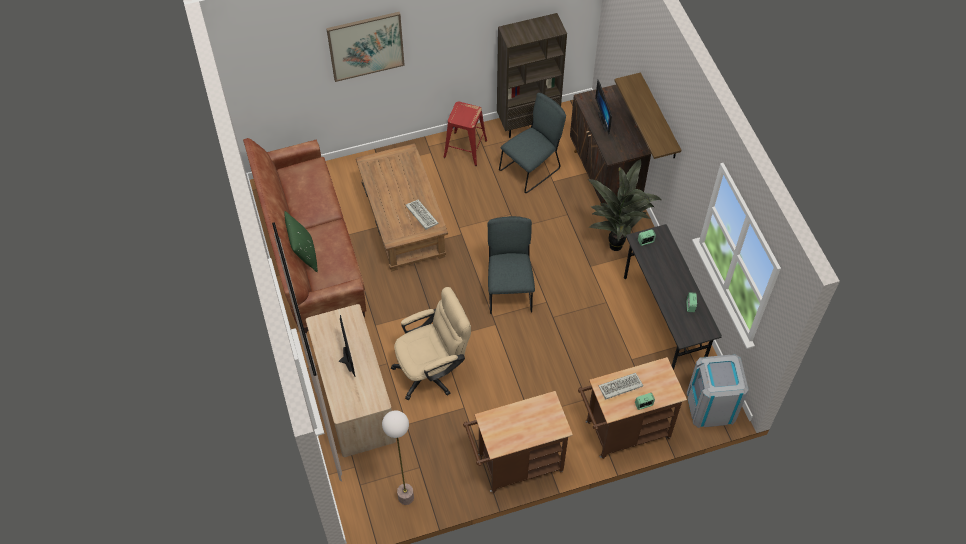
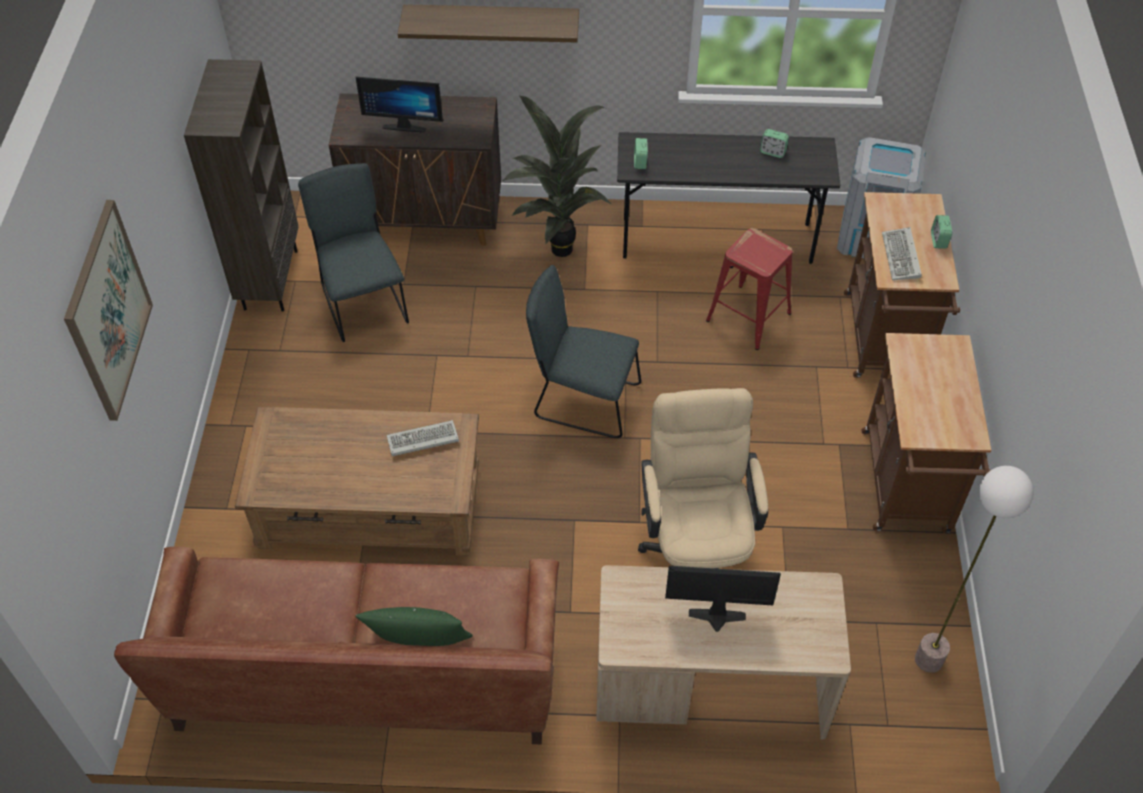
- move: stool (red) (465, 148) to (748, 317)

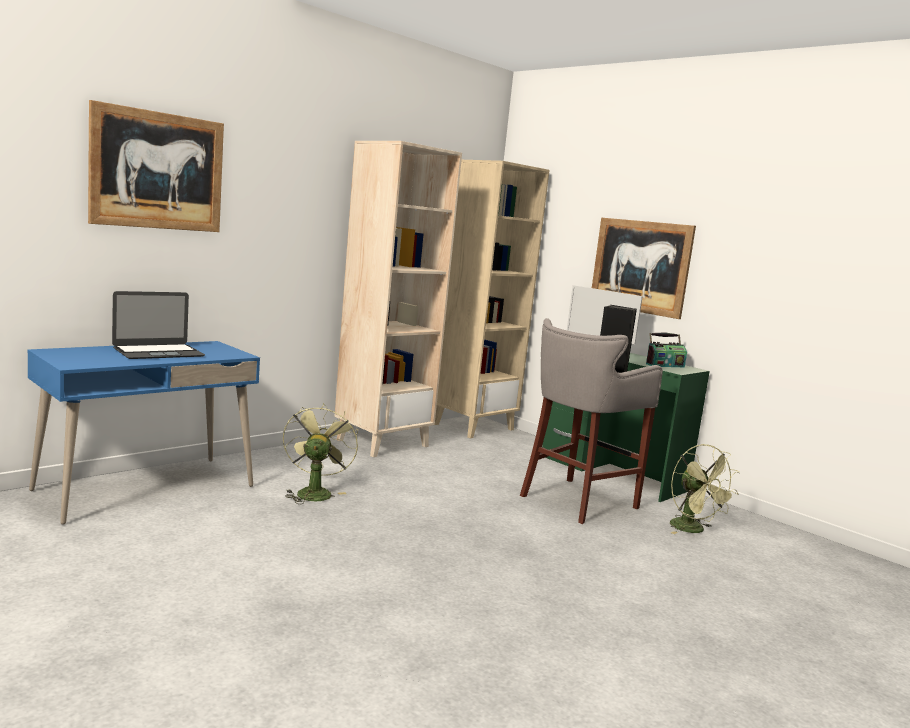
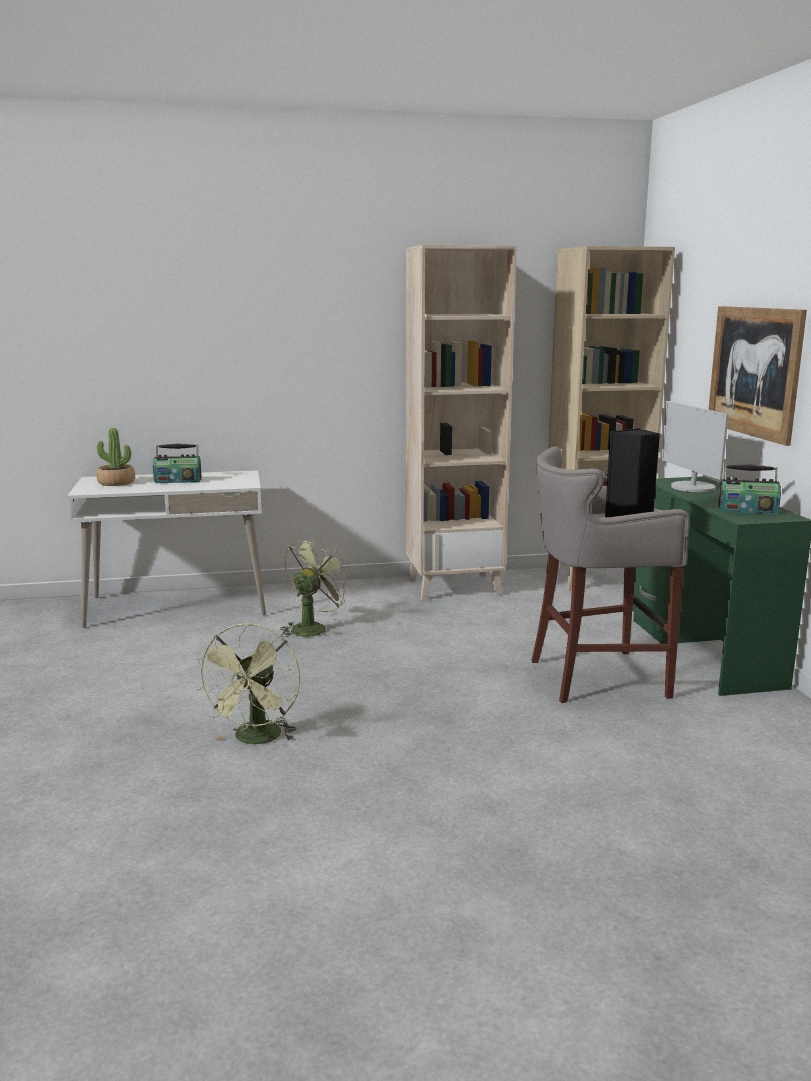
- delete: picture (158, 171)
- insert: potted plant (116, 483)
- move: fan (green) (693, 530) to (256, 740)
- replace: laptop (158, 352) to radio (178, 481)
- recolor: desk (blue) (146, 488) to desk (white) (178, 606)

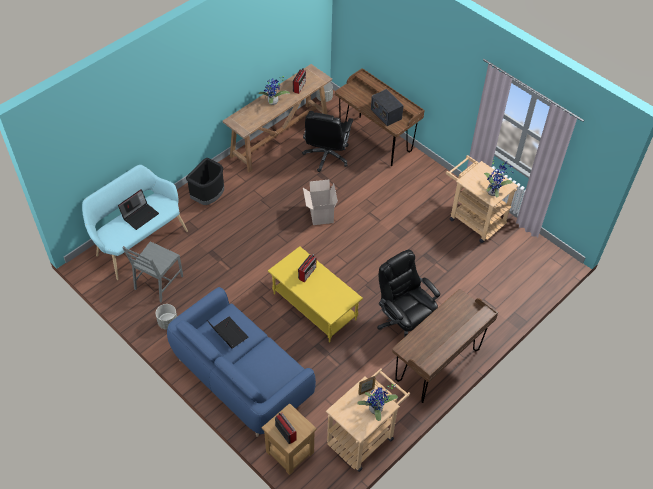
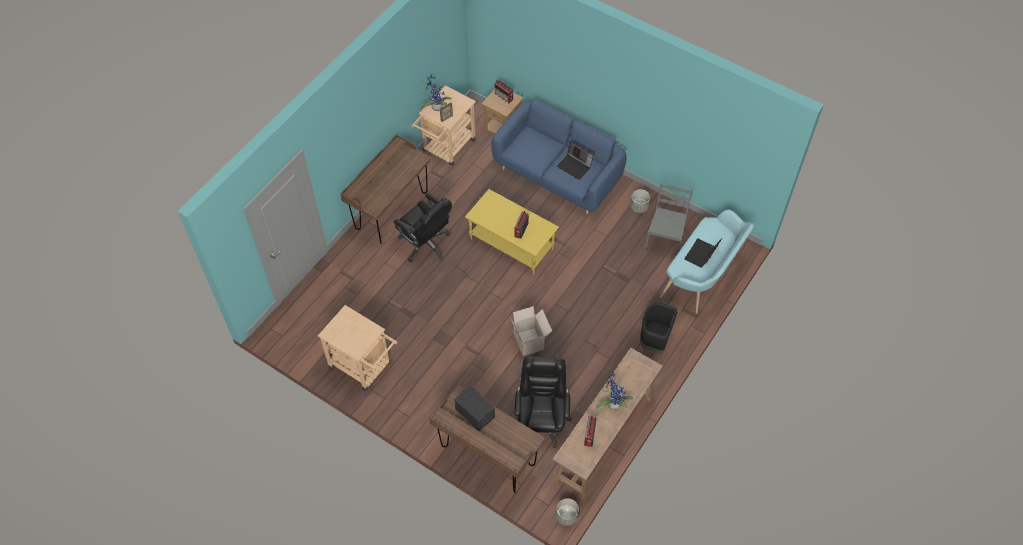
- delete: potted plant (493, 191)

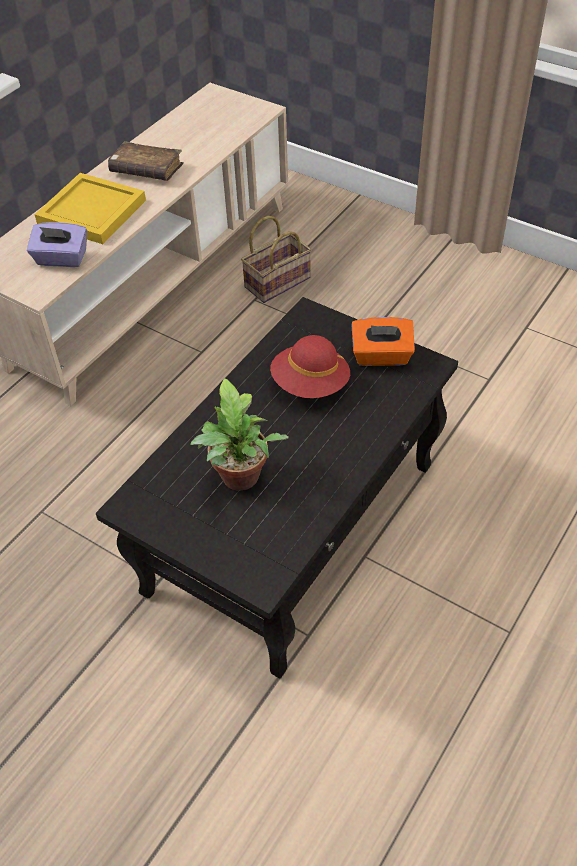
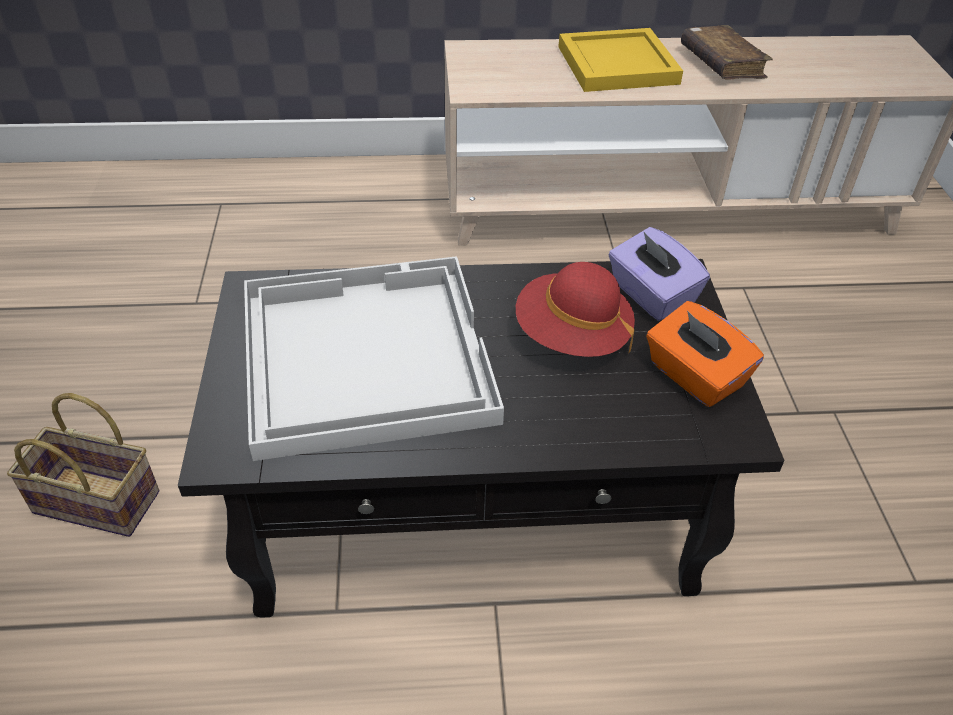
- move: tissue box (purple) (61, 259) to (651, 295)
- move: basket (278, 281) to (101, 501)
- replace: potted plant (241, 480) to tray (white) (363, 354)

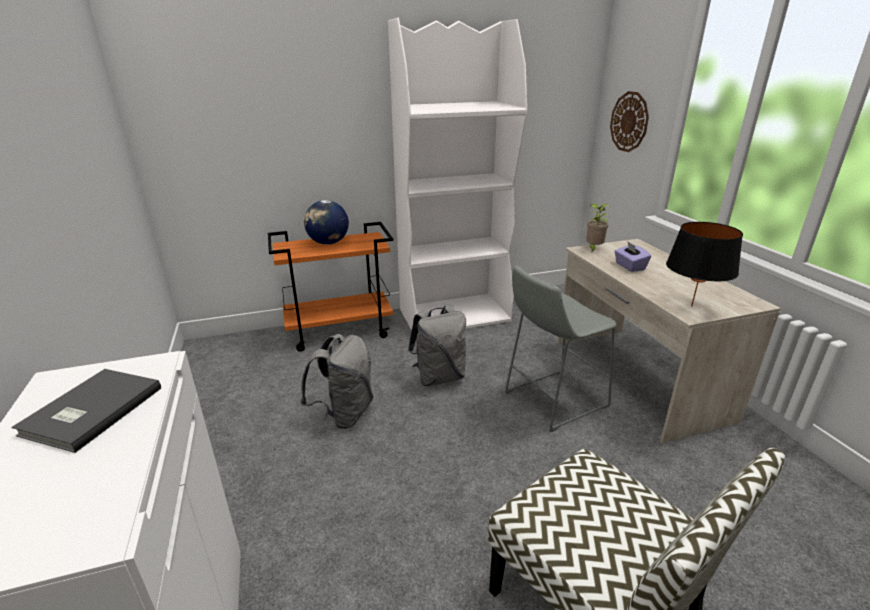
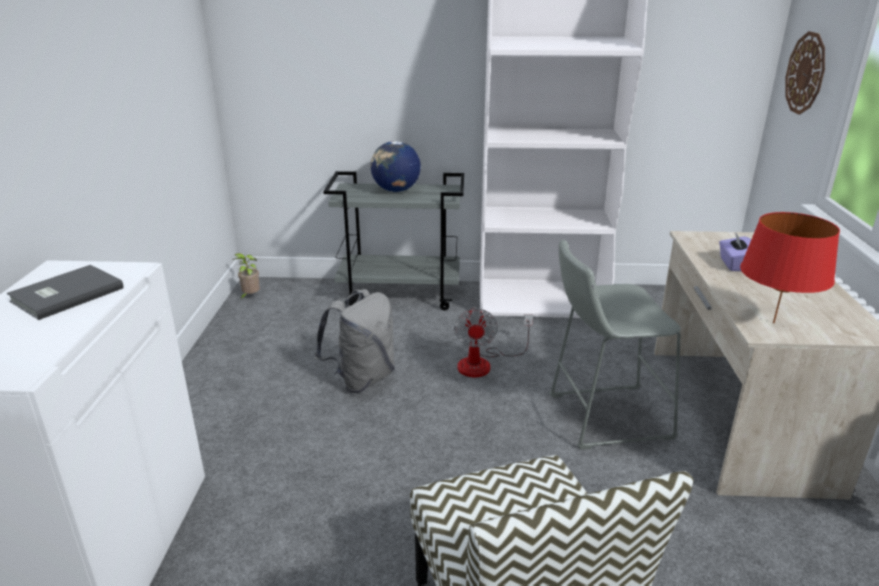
- move: potted plant (593, 249) to (250, 297)
- replace: backpack (grey) (439, 377) to fan (483, 363)
- recolor: cart (orange) (340, 331) to cart (grey) (401, 294)
- recolor: table lamp (black) (691, 306) to table lamp (red) (773, 322)

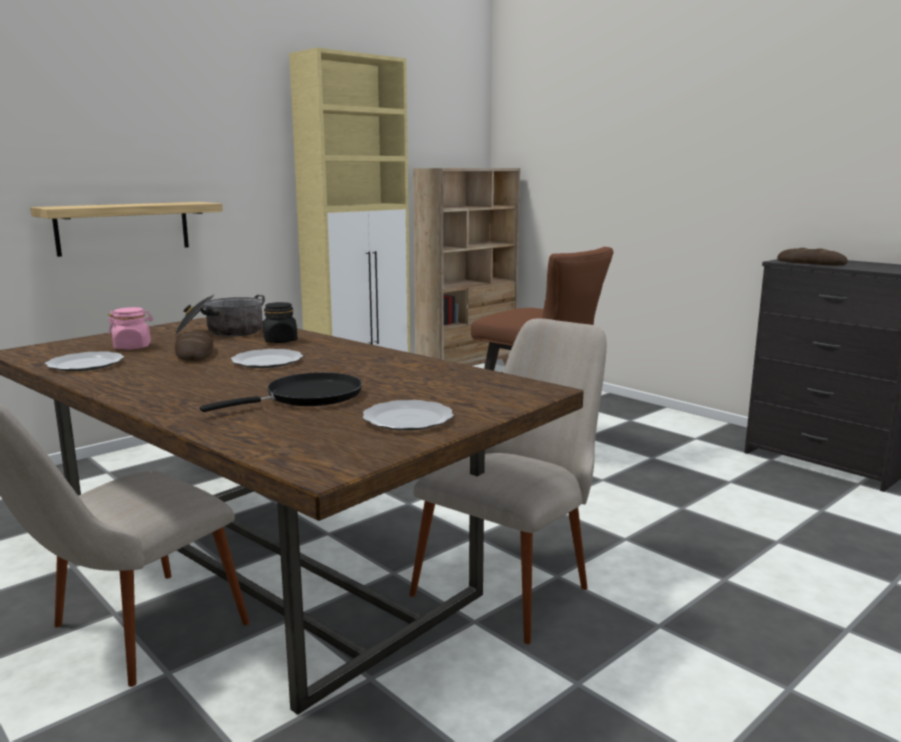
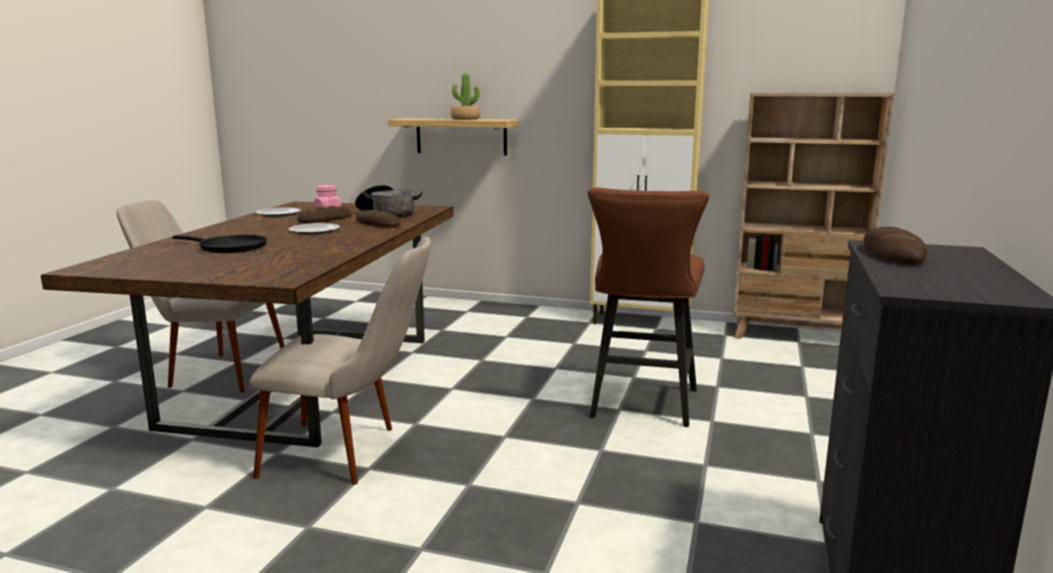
- delete: plate (407, 419)
- insert: potted plant (465, 119)
- replace: jar (black) (280, 341) to bread (378, 224)

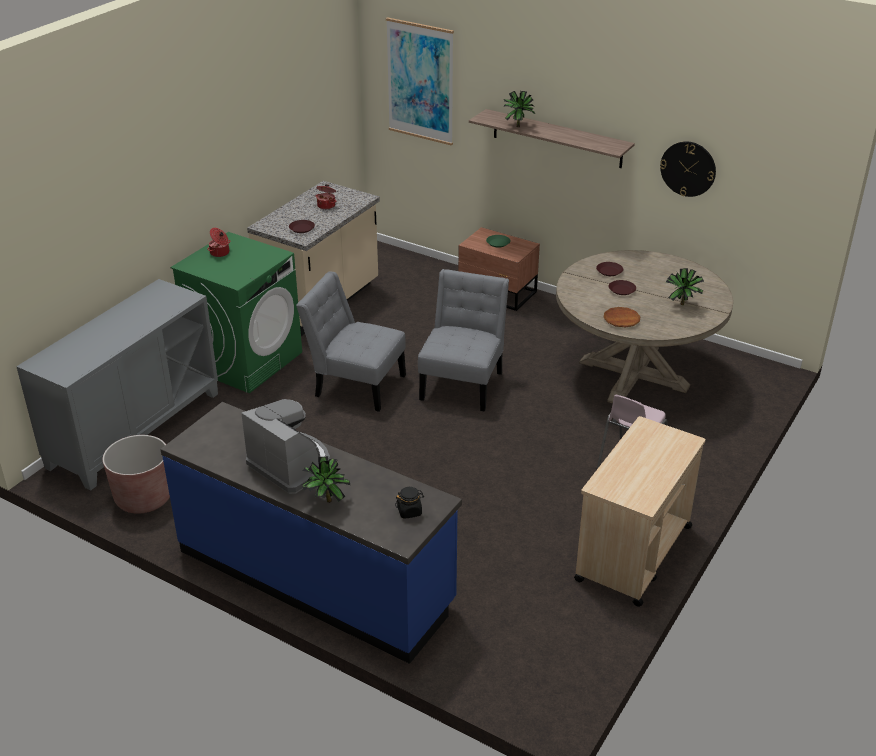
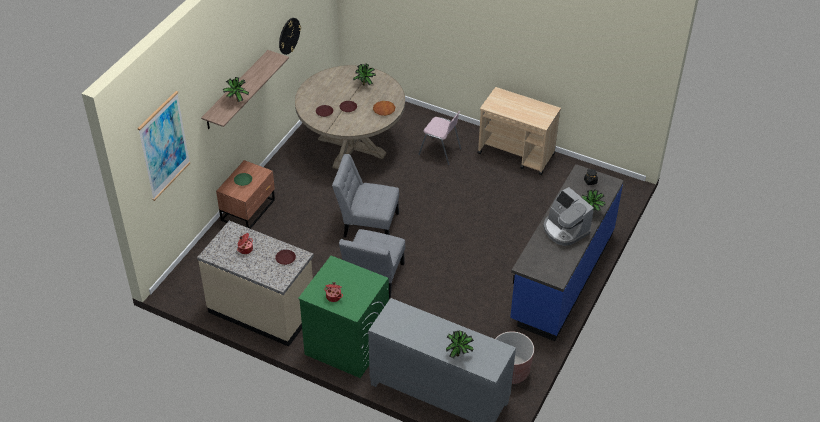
- insert: potted plant (458, 354)
- rotate: coffee machine (291, 465) = (565, 230) 75 degrees counterclockwise

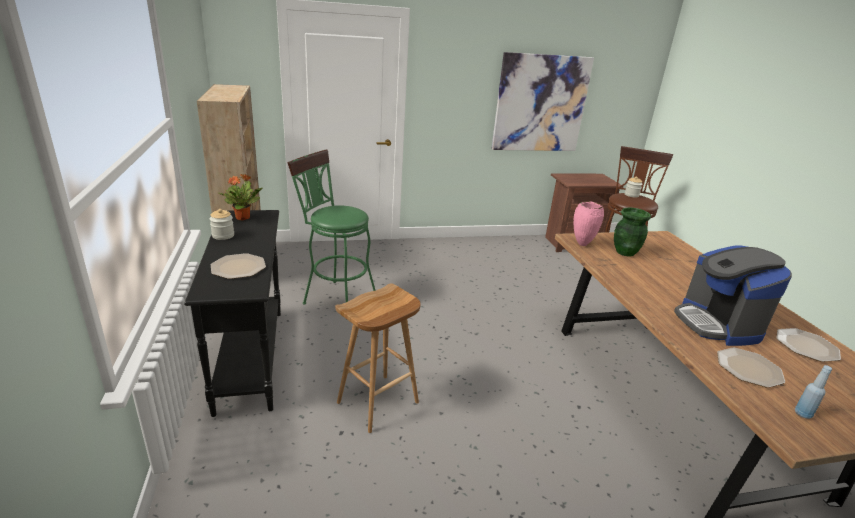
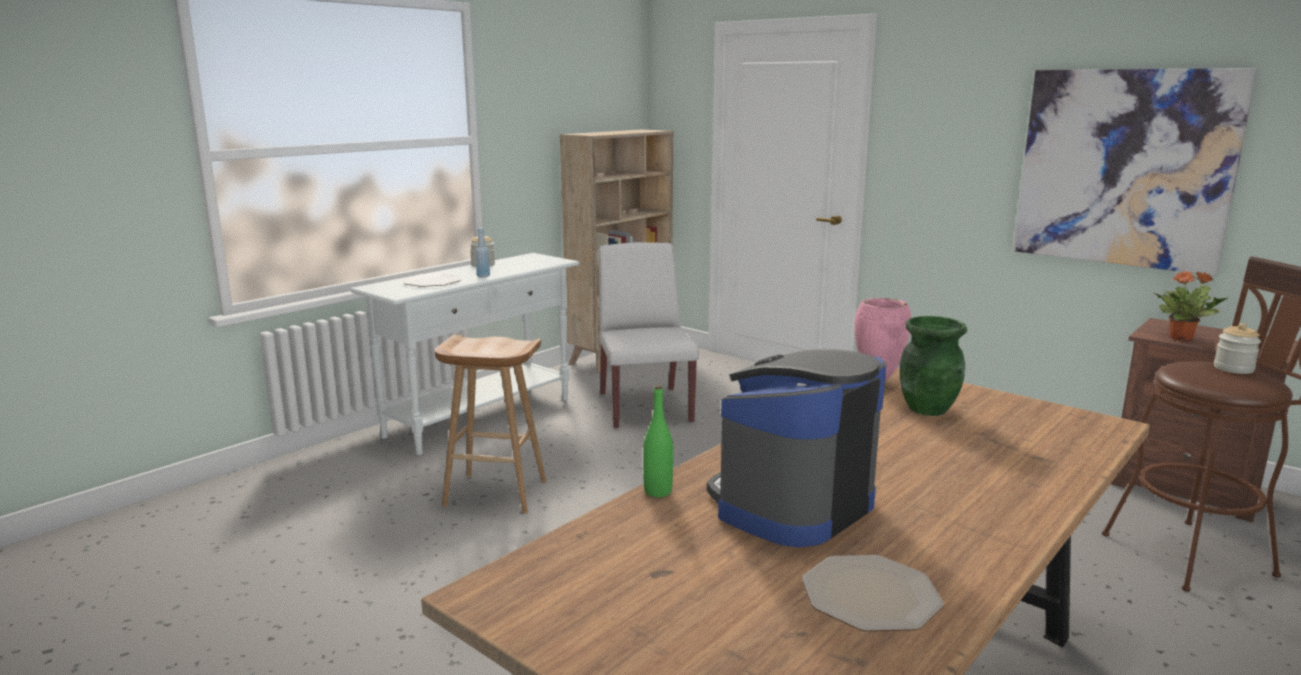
- delete: plate (749, 369)
- insert: bottle (green) (658, 491)
- move: potted plant (243, 217) to (1181, 338)
- move: bottle (blue) (803, 414) to (483, 276)
- replace: stool (green) (335, 297) to chair (white) (645, 407)
- recolor: console table (black) (251, 357) to console table (white) (481, 417)

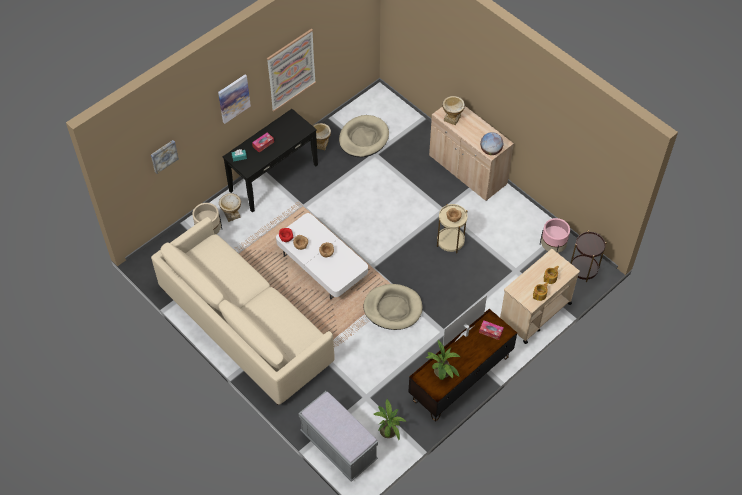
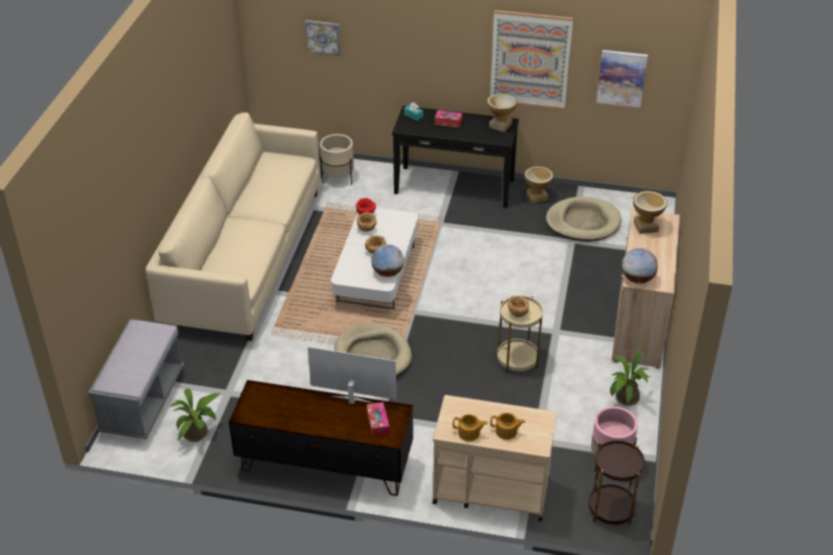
- insert: globe (387, 273)
- move: picture (233, 98) to (621, 78)
- move: vase (232, 214) to (500, 125)
- move: potted plant (442, 373) to (624, 400)

